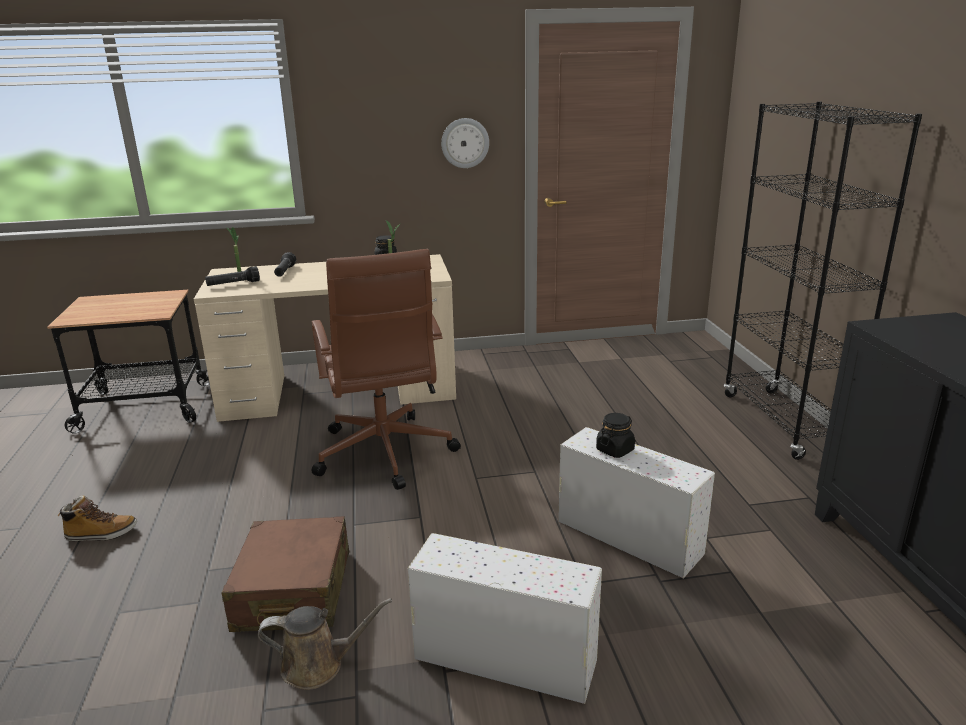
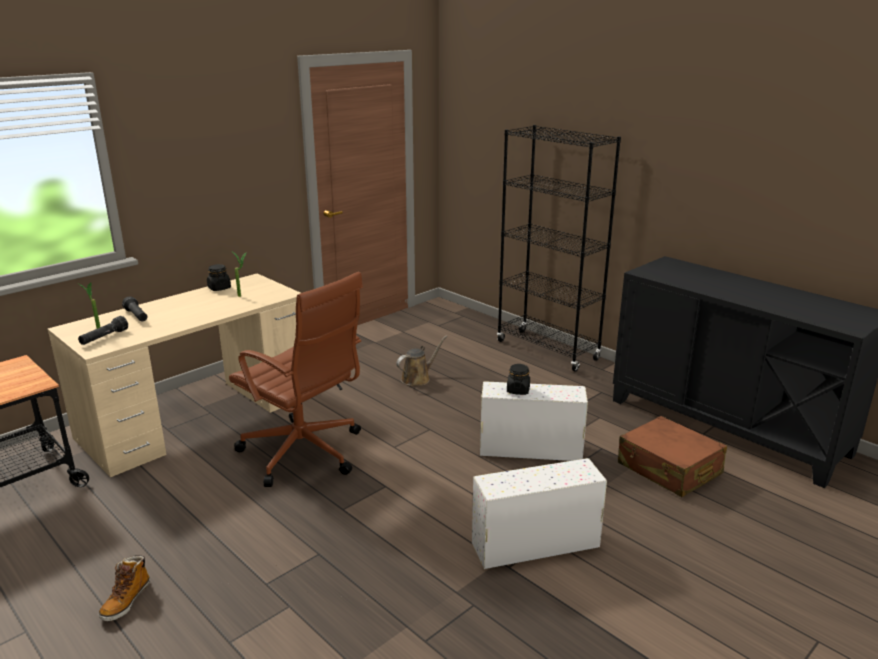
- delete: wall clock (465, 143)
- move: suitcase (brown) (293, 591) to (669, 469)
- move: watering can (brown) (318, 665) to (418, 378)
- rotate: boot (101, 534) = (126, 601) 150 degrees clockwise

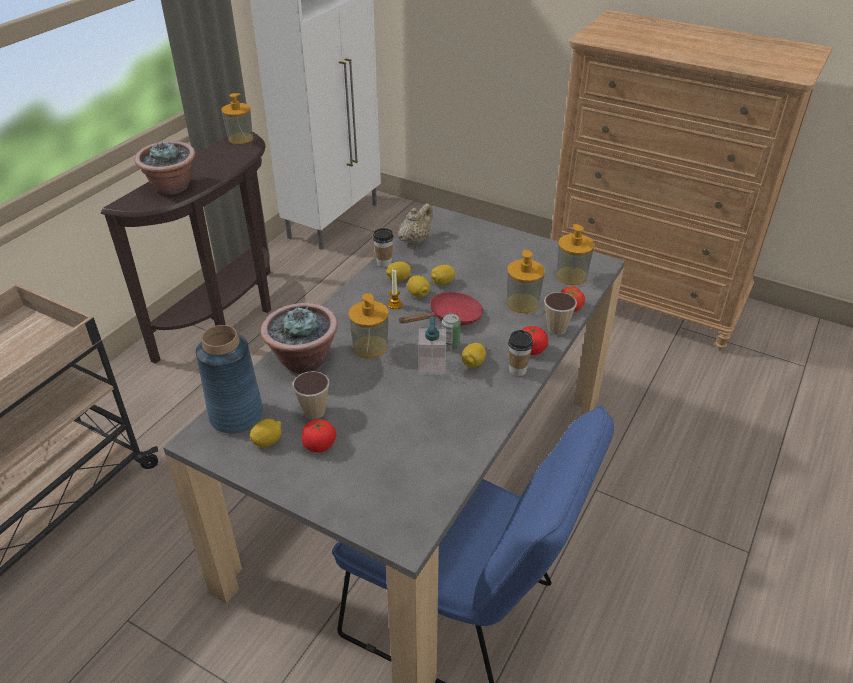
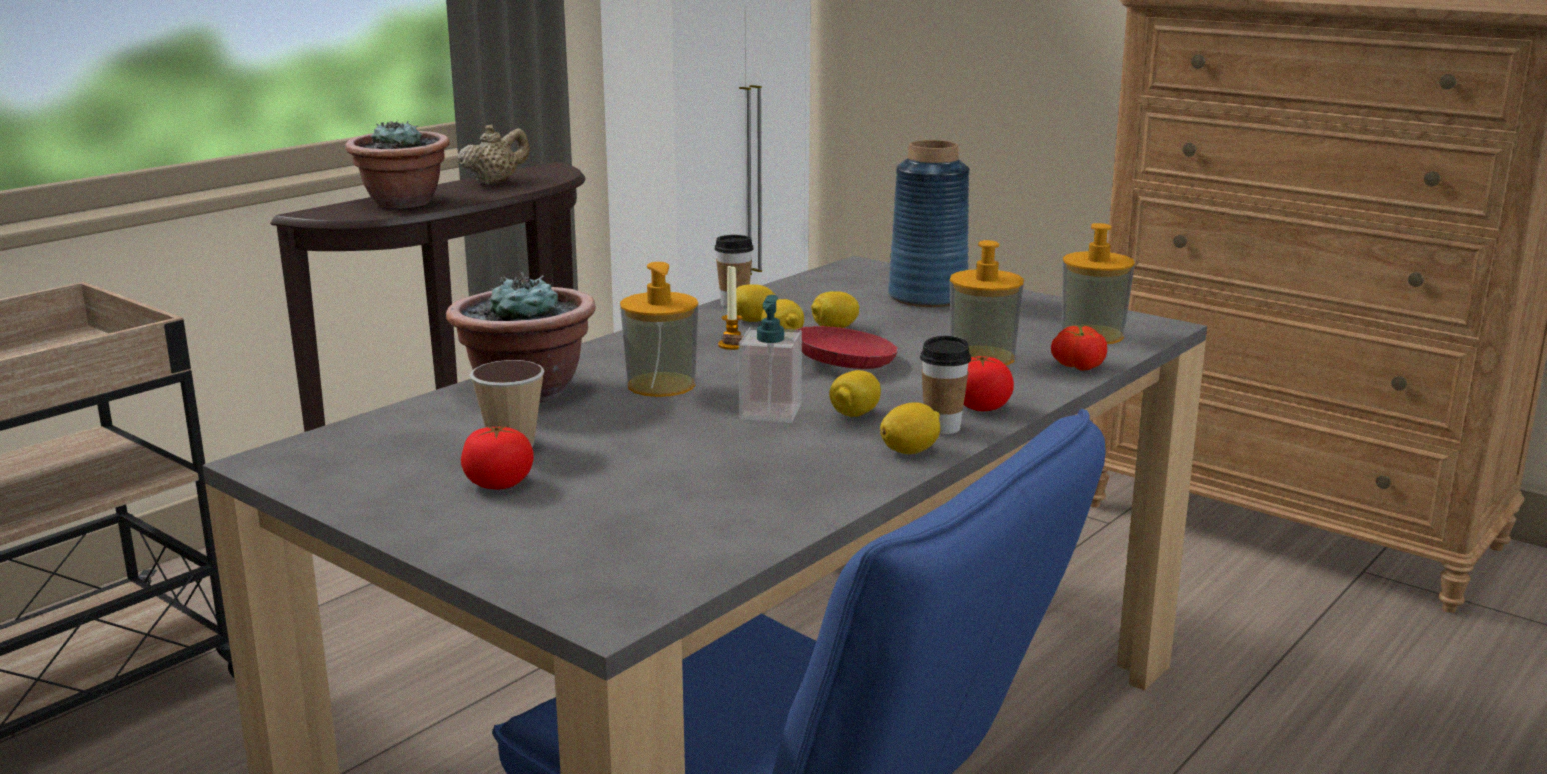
- delete: soap dispenser (240, 138)
- delete: can (450, 345)
- delete: cup (556, 329)
- move: vase (blue) (236, 415) to (927, 297)
- move: lemon (267, 441) to (910, 451)
- move: teapot (beige) (415, 241) to (495, 182)

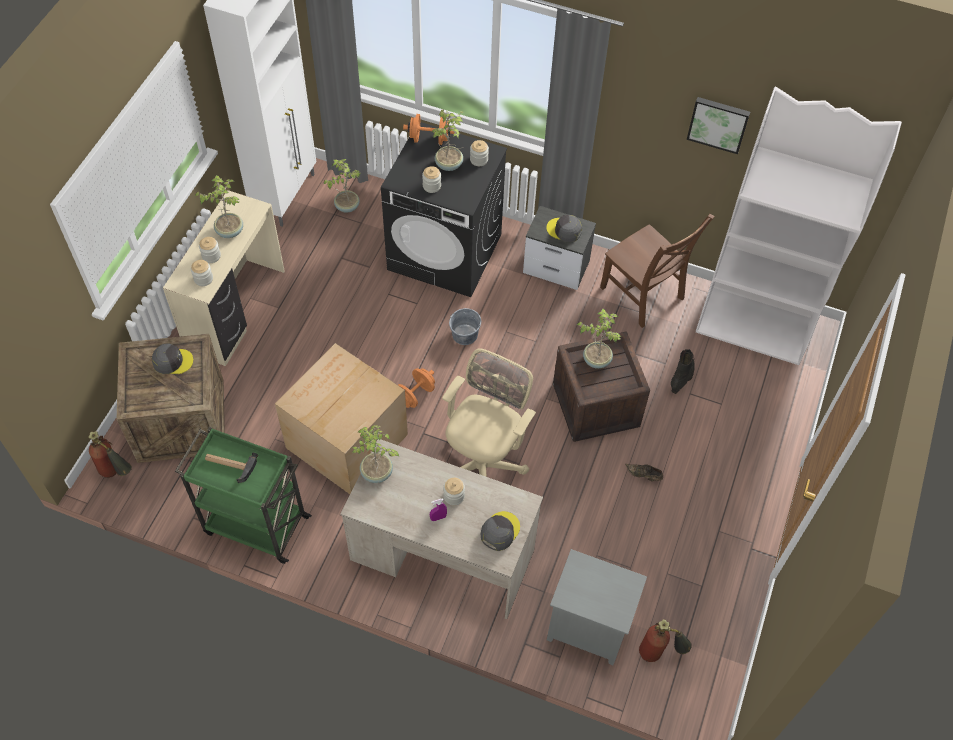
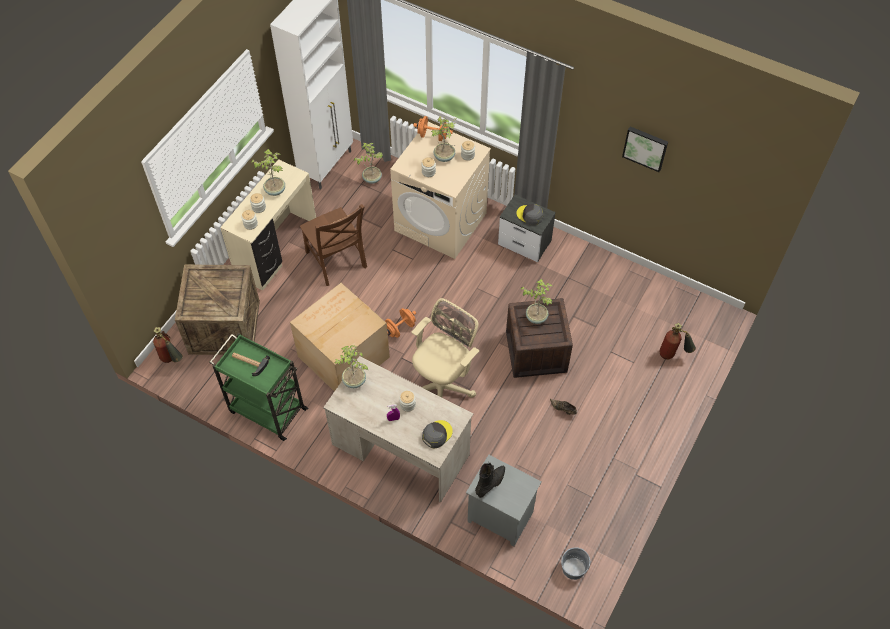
- delete: cap (grey) (172, 361)
- delete: bookcase (white) (755, 324)
- move: bucket (grey) (465, 335) to (573, 568)
- move: chair (brown) (644, 295) to (337, 261)
- move: fire extinguisher (659, 653) to (673, 355)
- move: boot (black) (682, 379) to (491, 484)
- recolor: washing machine (black) (445, 252) to washing machine (beige) (441, 222)

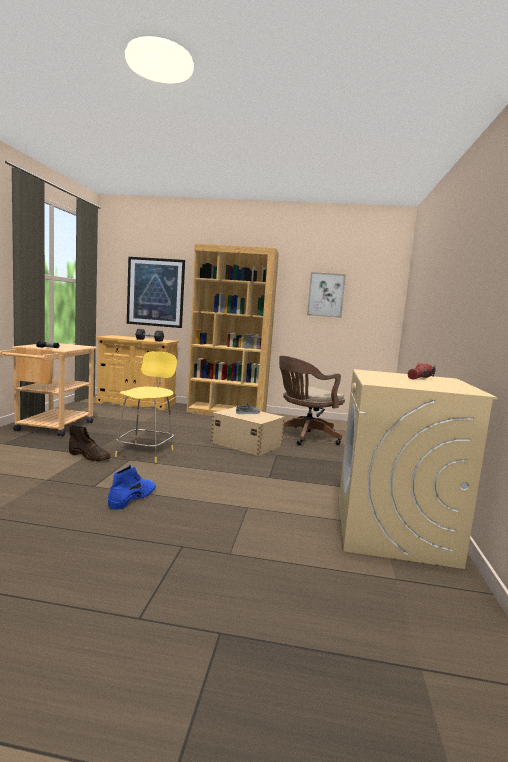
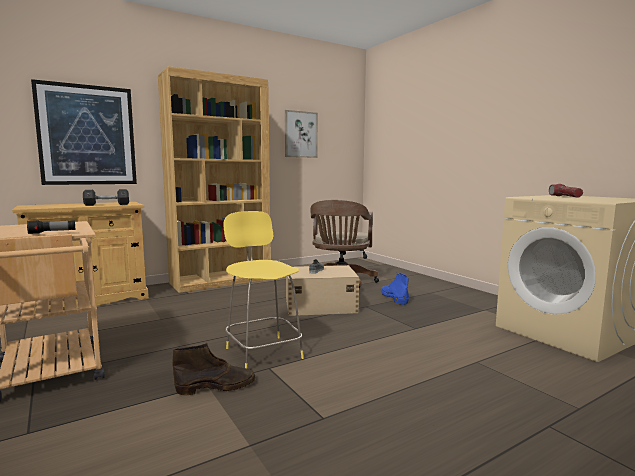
- move: boot (blue) (133, 498) to (393, 298)

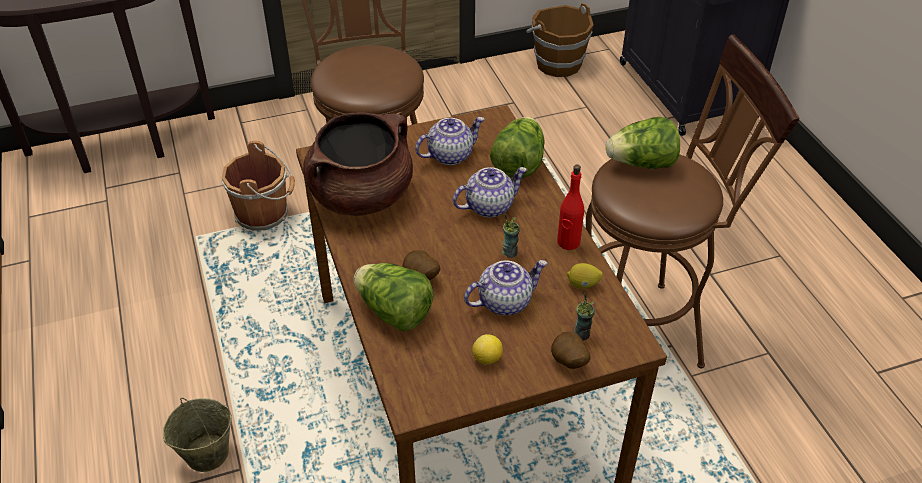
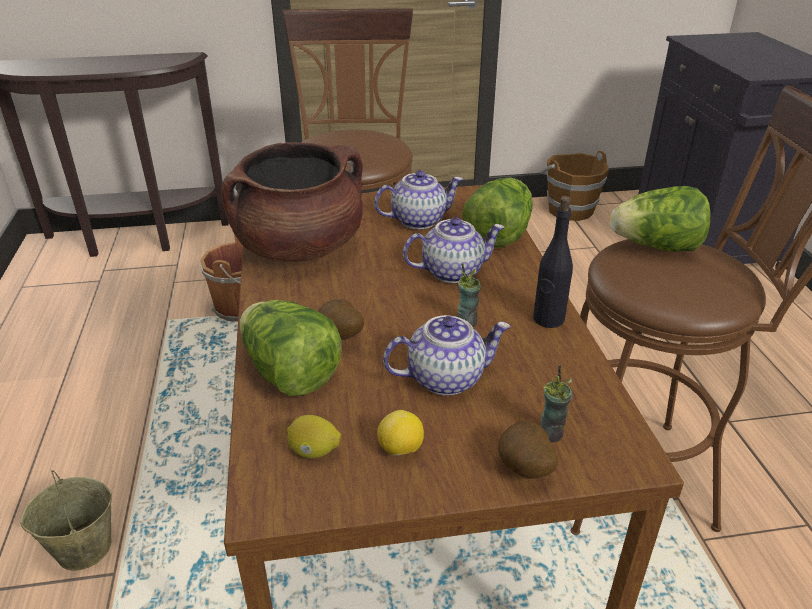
- move: lemon (583, 284) to (314, 451)
- recolor: bottle (red) (568, 242) to bottle (black) (548, 319)

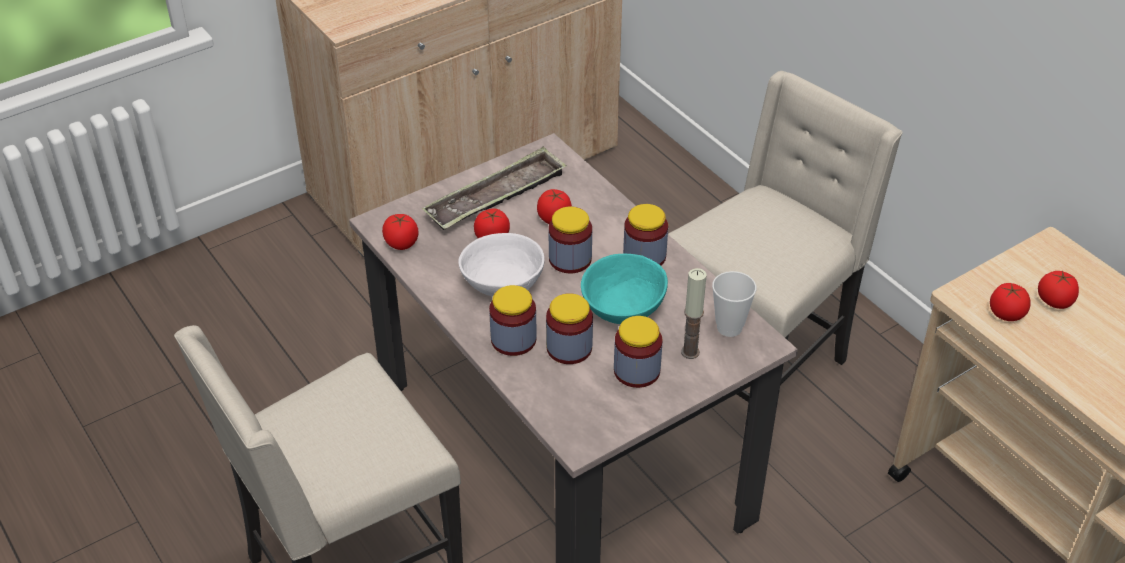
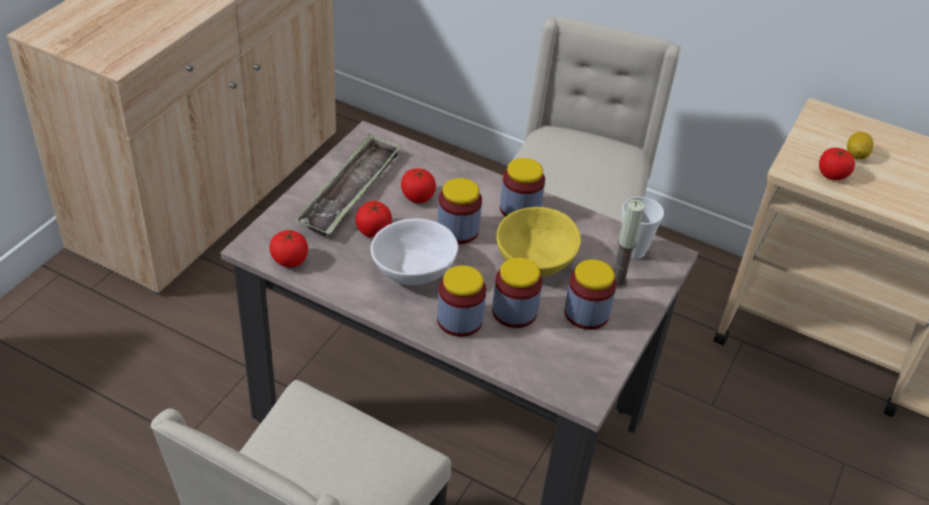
- replace: tomato (1054, 301) to lemon (856, 155)
- recolor: bowl (turquoise) (623, 307) to bowl (yellow) (534, 259)

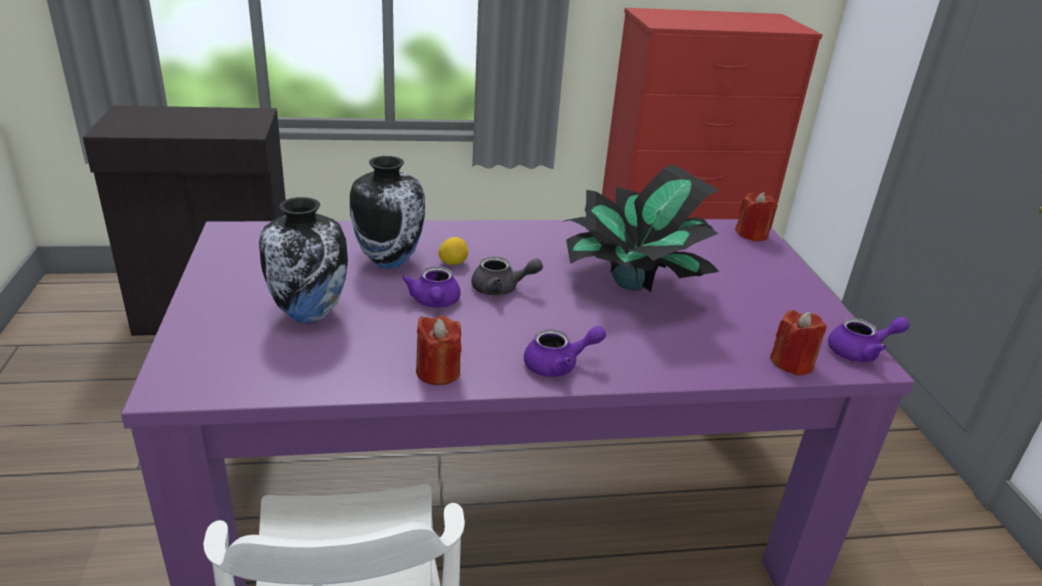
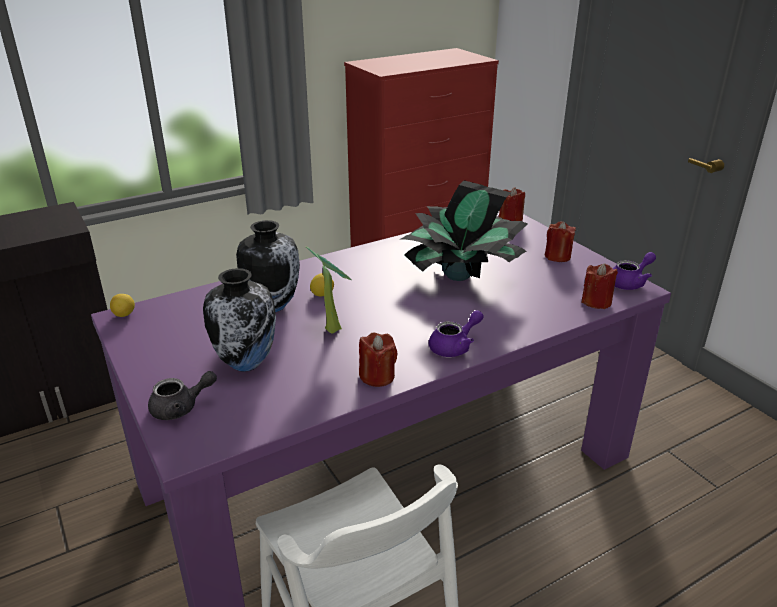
- insert: lemon (124, 315)
- insert: candle (red) (557, 256)
- move: teapot (grey) (501, 289) to (181, 408)
- replace: teapot (purple) (435, 303) to potted plant (333, 328)

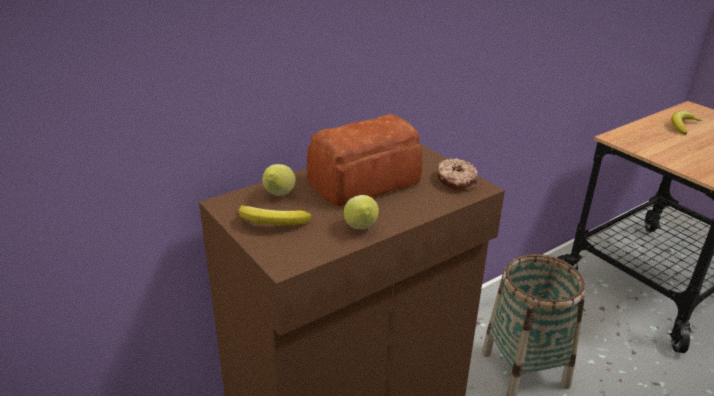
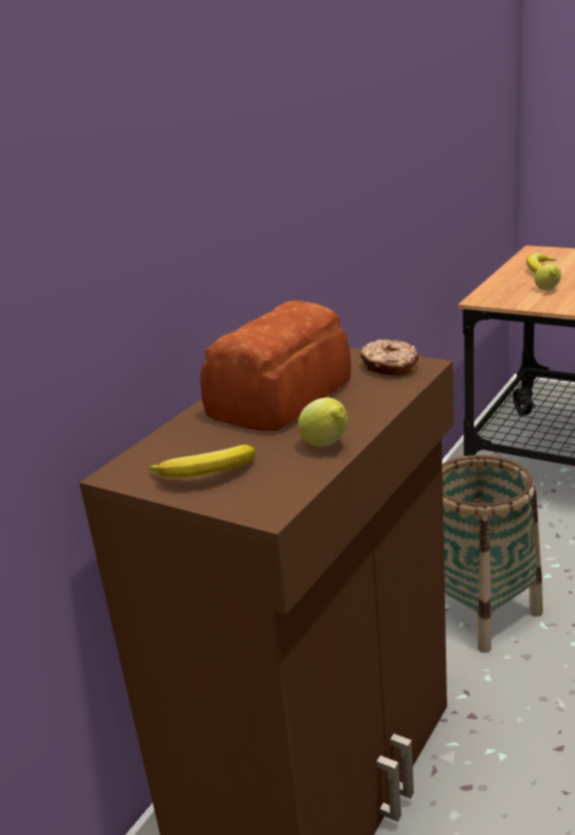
- move: lemon (278, 196) to (548, 290)

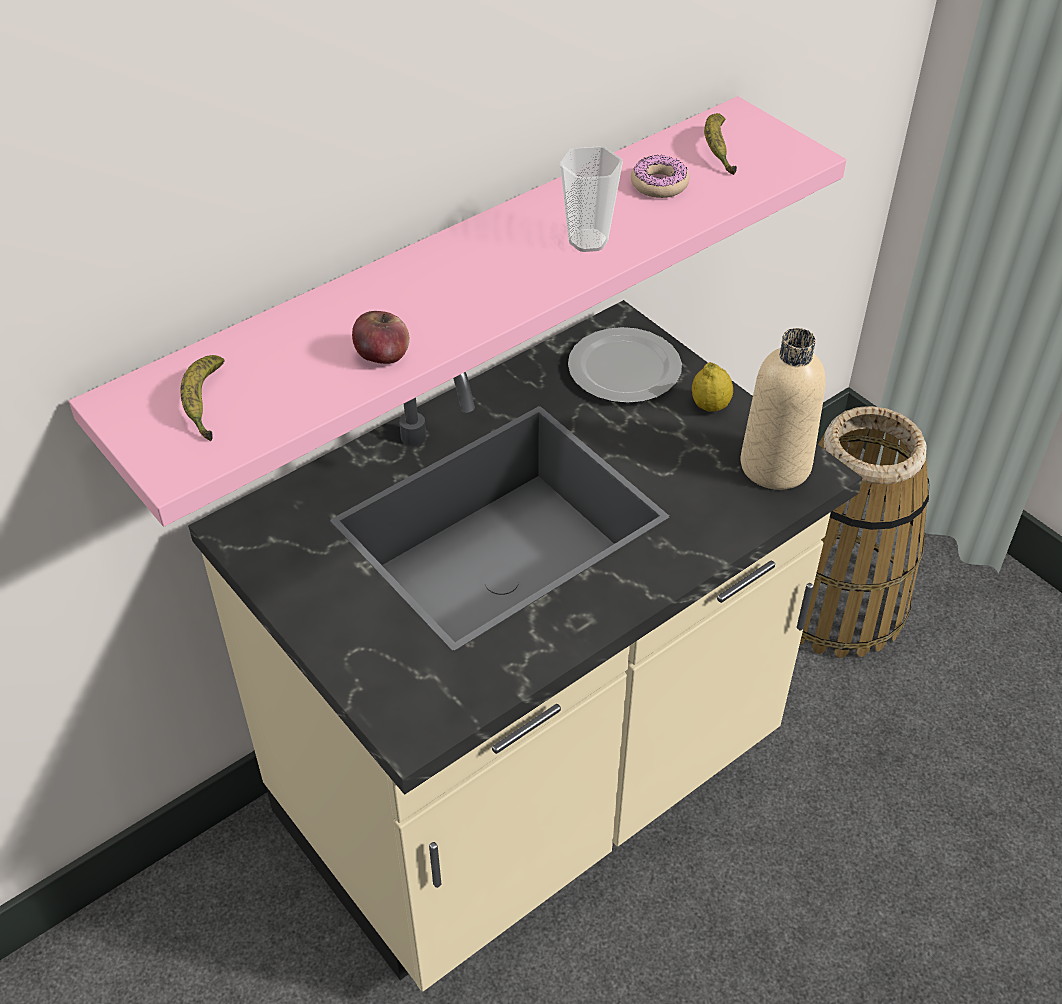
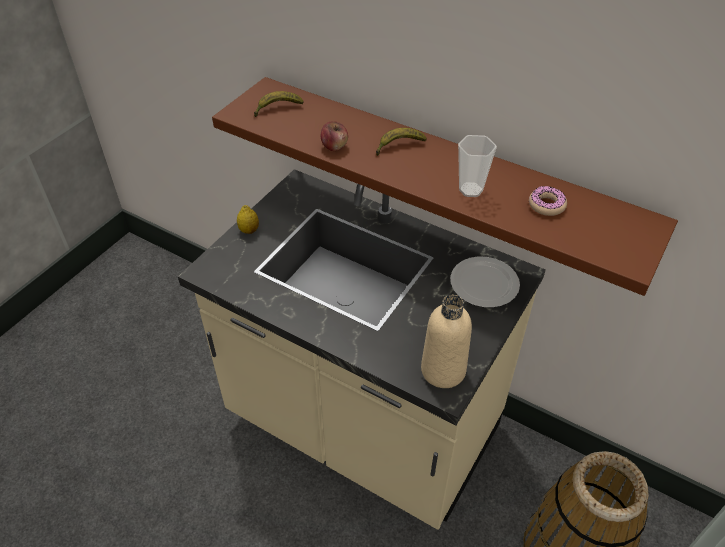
- move: lemon (710, 406) to (249, 230)
- move: banana (717, 151) to (398, 146)
- recolor: shelf (pink) (448, 286) to shelf (brown) (444, 171)

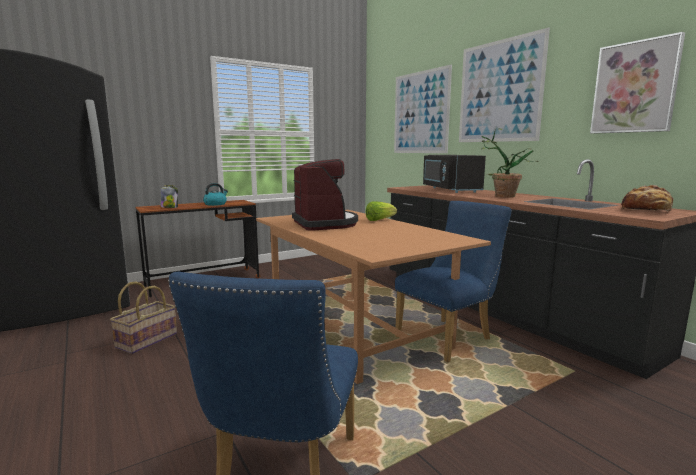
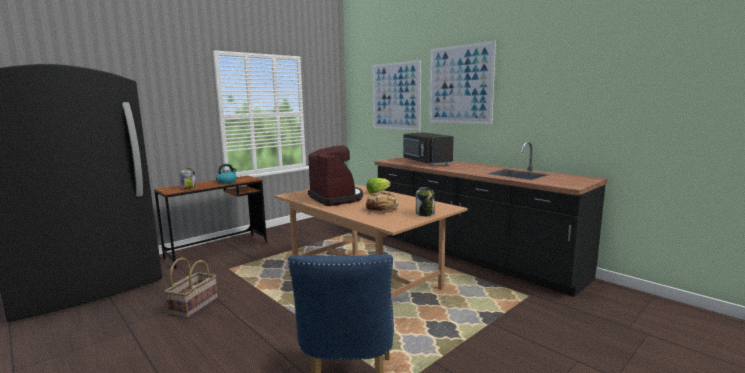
- delete: chair (blue) (449, 337)
- delete: potted plant (499, 196)
- delete: picture (634, 87)
- insert: jar (425, 214)
- move: bread (646, 211) to (382, 209)

